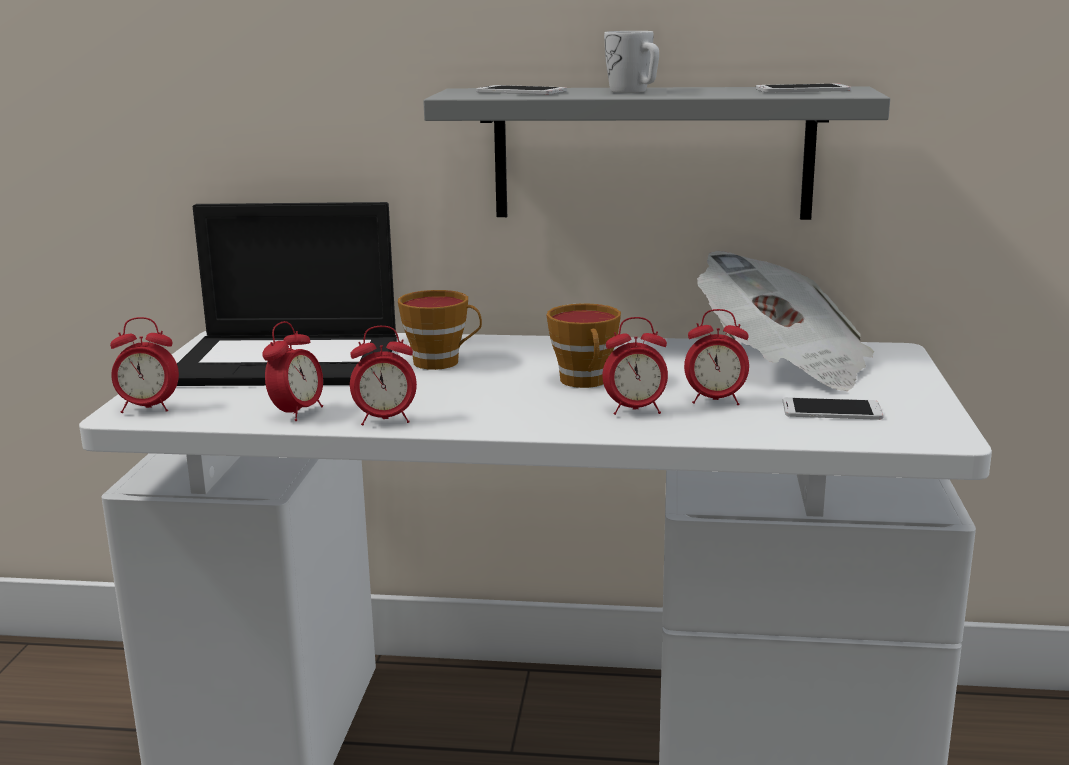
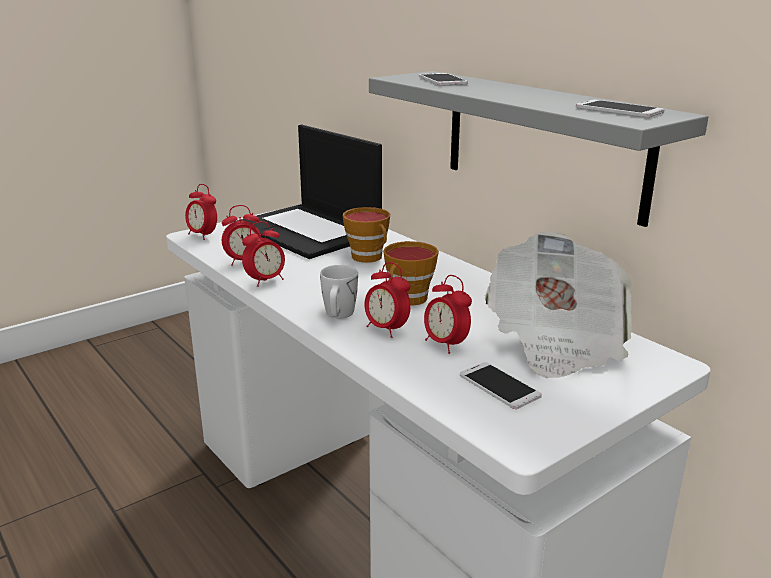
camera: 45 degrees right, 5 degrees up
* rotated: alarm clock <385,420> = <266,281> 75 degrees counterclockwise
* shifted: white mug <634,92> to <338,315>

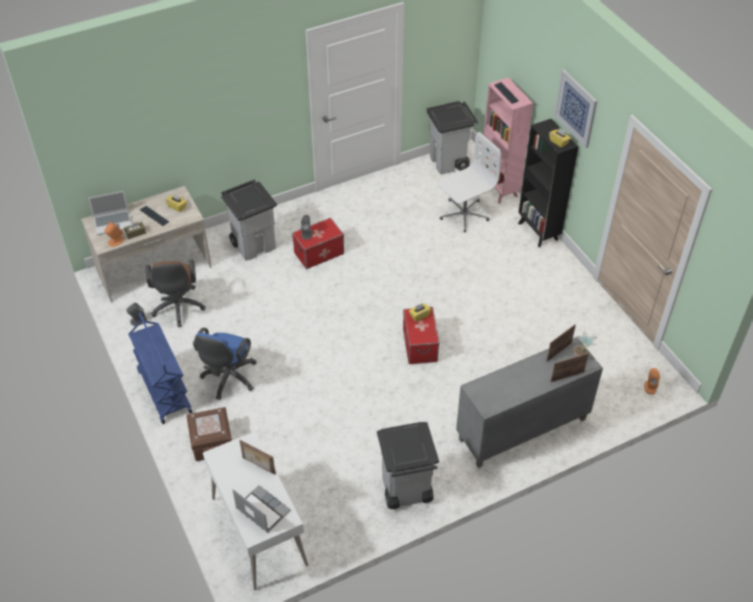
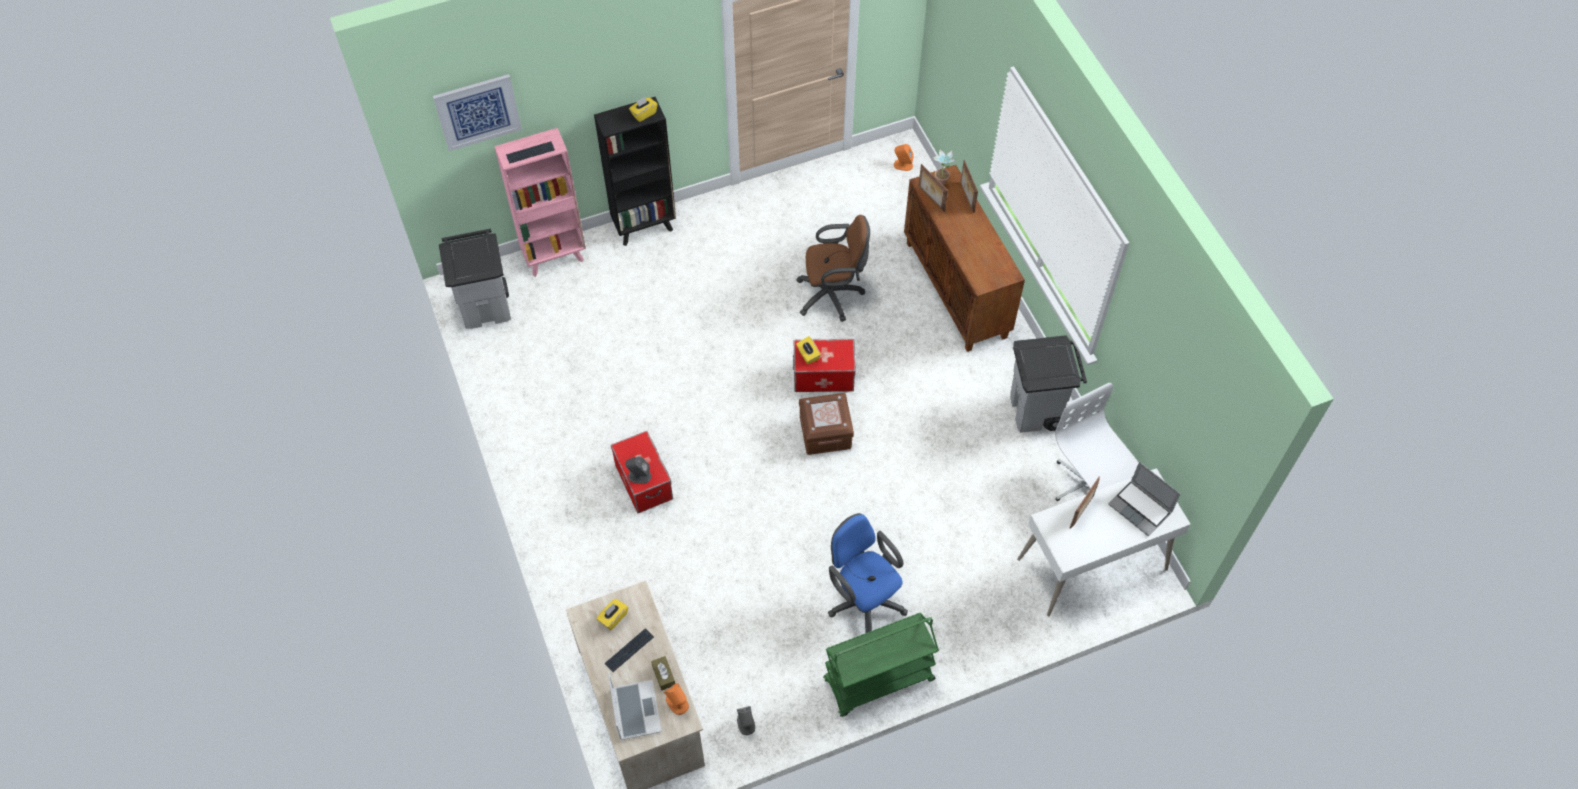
camera: 85 degrees left, 10 degrees up
* repainted: blue cart <164,391> to green cart <878,681>
* shifted: brown office chair <178,308> to <833,295>
* shifted: brown storage box <212,442> to <825,432>
* rotated: blue office chair <228,379> = <863,600> 150 degrees counterclockwise
* gone: grey trash can <254,244>
* rotated: laptop <262,510> = <1141,508> 90 degrees counterclockwise
* shifted: white office chair <463,214> to <1086,485>
* repainted: grey cabinet <522,430> to brown cabinet <957,290>
* shifted: picture <576,108> to <478,111>

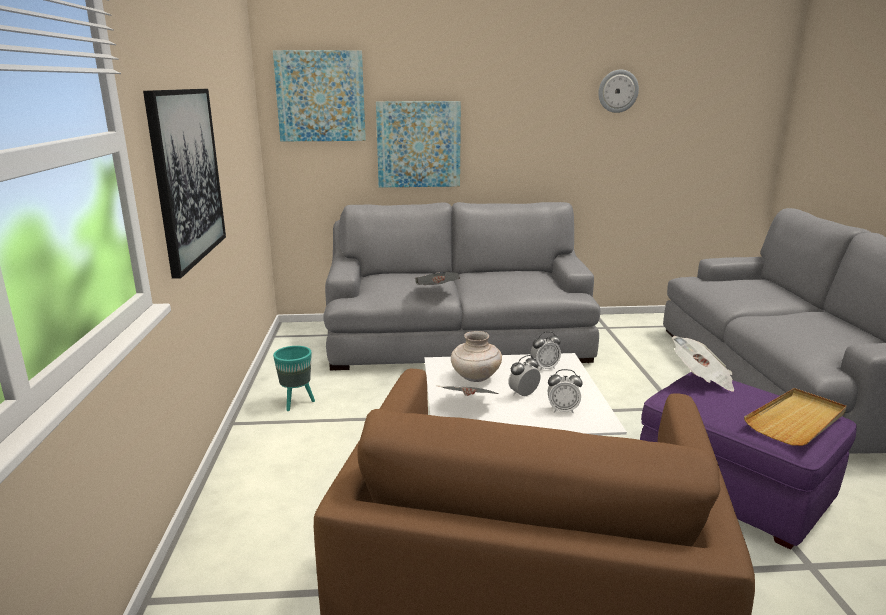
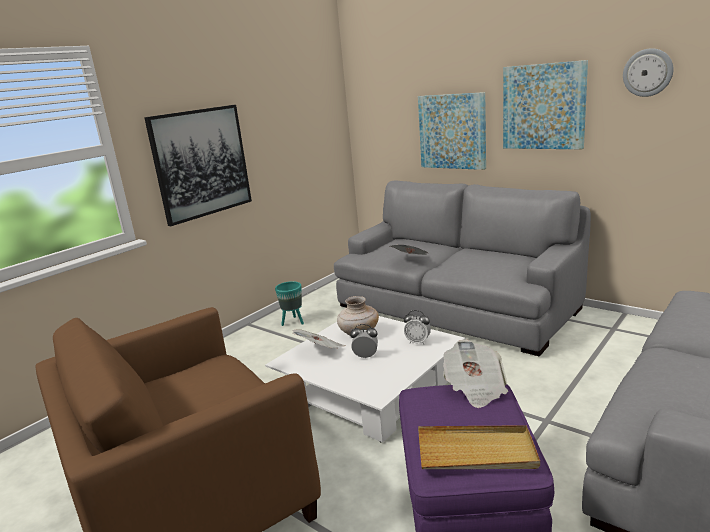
camera: 45 degrees right, 0 degrees up
* shifted: picture <320,96> to <543,106>
* gone: alarm clock <562,410>

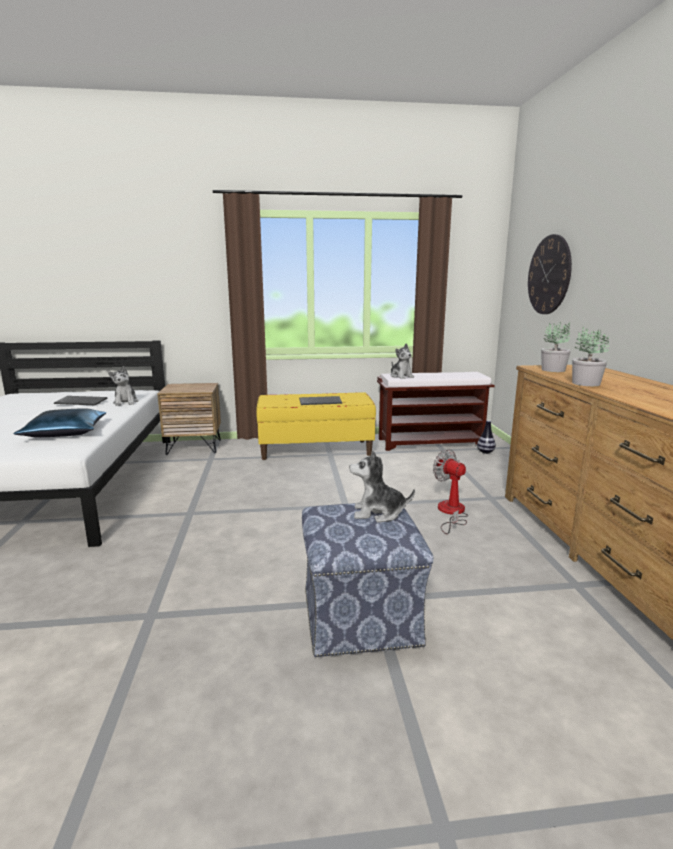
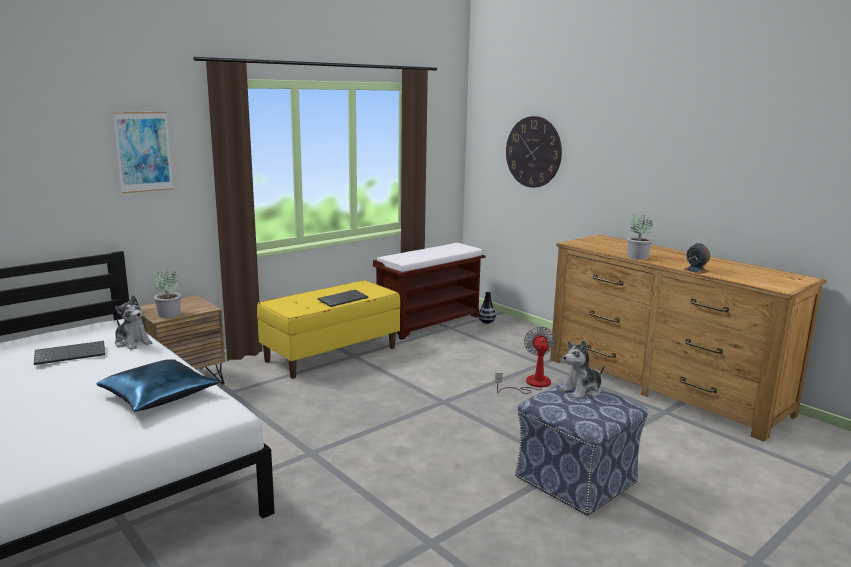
camera: 35 degrees left, 0 degrees up
* gone: plush toy <401,376>
* rotated: fan <451,513> = <531,384> 75 degrees clockwise
* shifted: potted plant <553,370> to <169,314>
* new: picture <143,152>
* new: alarm clock <696,270>

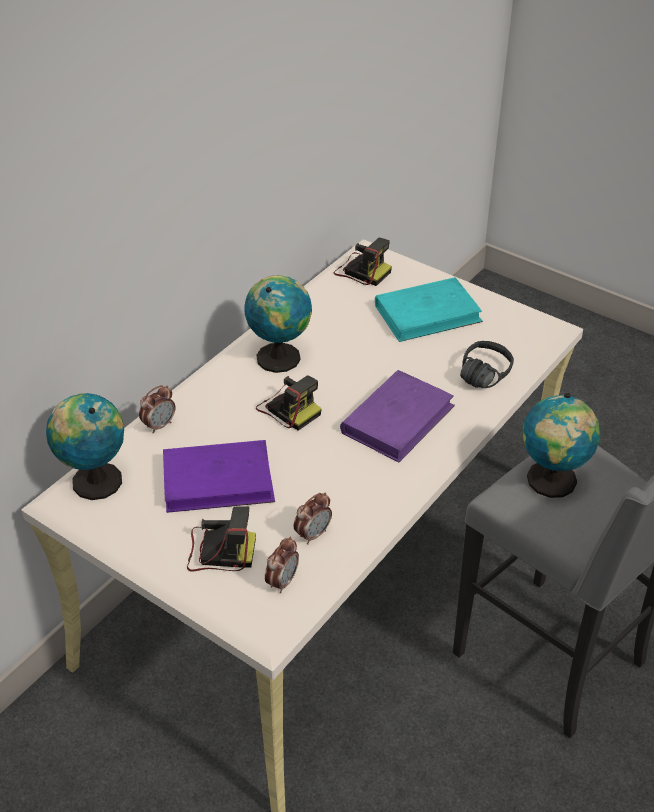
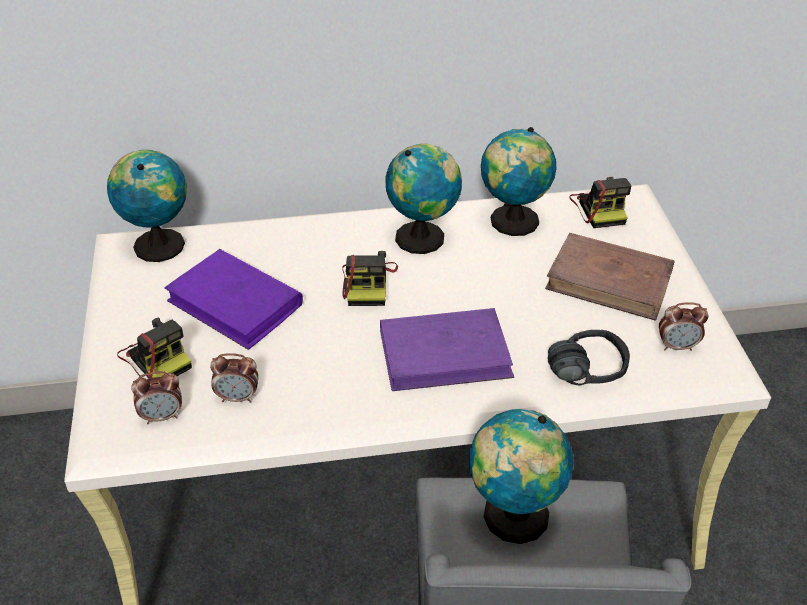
camera: 45 degrees right, 0 degrees up
* shifted: alarm clock <159,425> to <677,346>
* repainted: turquoise book <428,314> to brown book <610,281>
* new: globe <512,223>

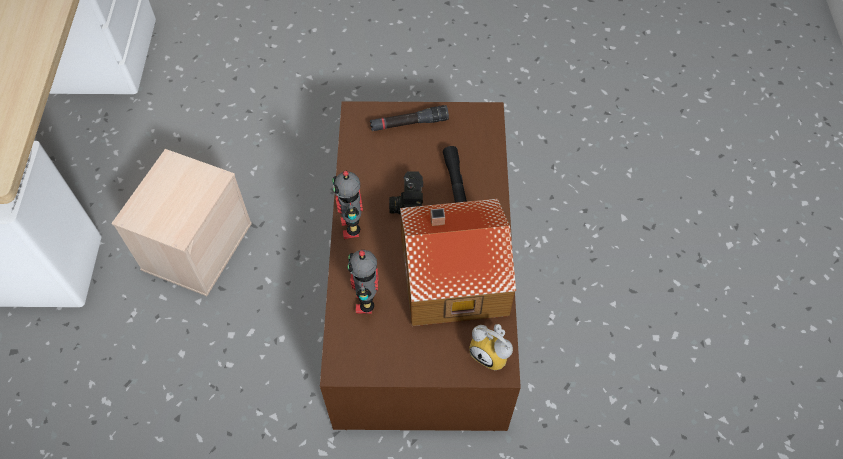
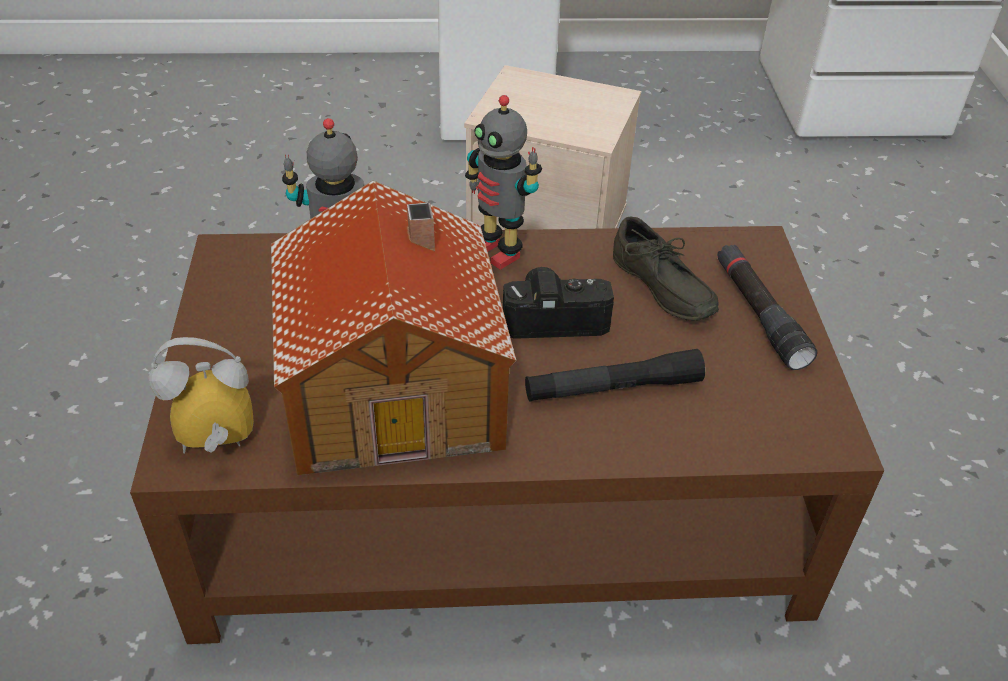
camera: 85 degrees right, 15 degrees down
* rotated: toy robot <352,227> = <498,251> 120 degrees counterclockwise
* rotated: alarm clock <492,353> = <214,446> 45 degrees clockwise
* new: grey shoe <658,289>

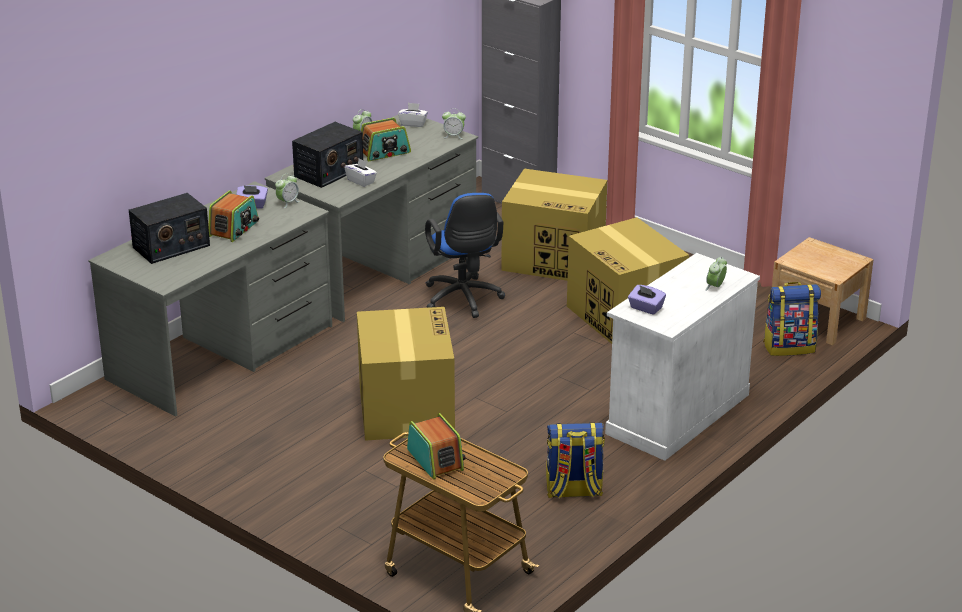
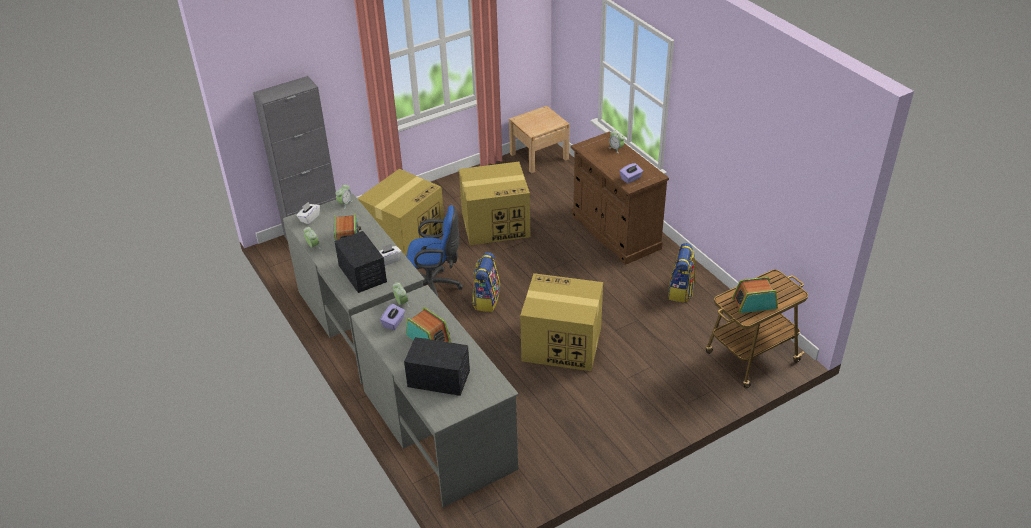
camera: 70 degrees left, 10 degrees up
* rotated: radio <171,246> = <439,378> 60 degrees counterclockwise
* repainted: white cabinet <677,414> to brown cabinet <615,232>
* shifted: backpack <789,347> to <486,300>

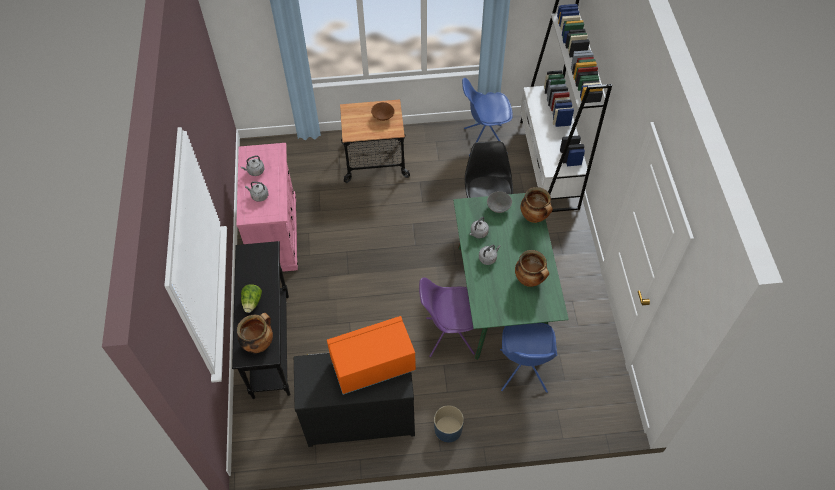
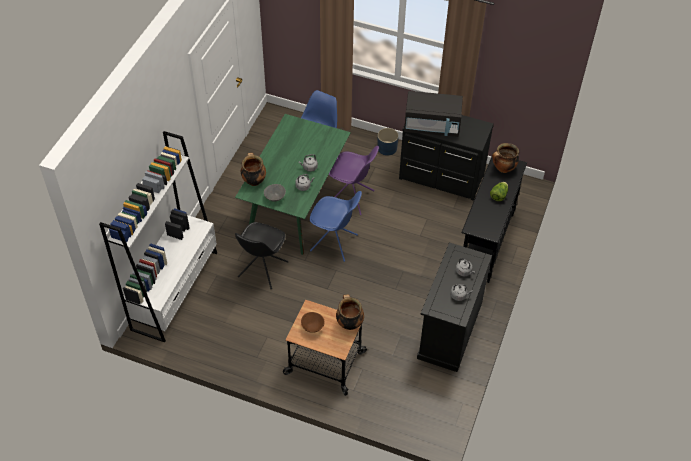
camera: 155 degrees left, 5 degrees down
* repainted: pink cabinet <275,234> to black cabinet <449,330>
* repainted: orange microwave <372,365> to black microwave <432,126>
* shifted: blue chair <484,140> to <335,243>
* shifted: cooking pot <530,280> to <349,323>

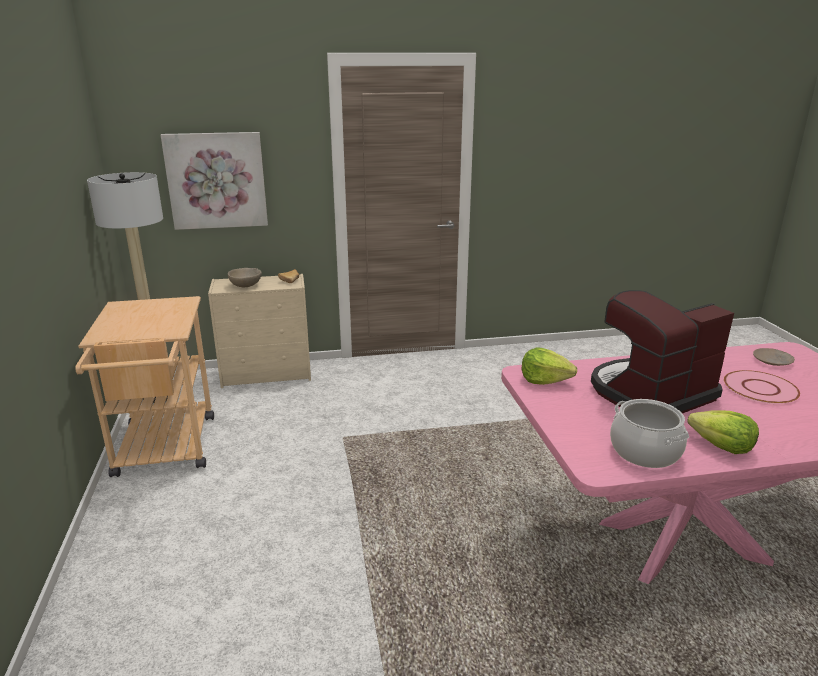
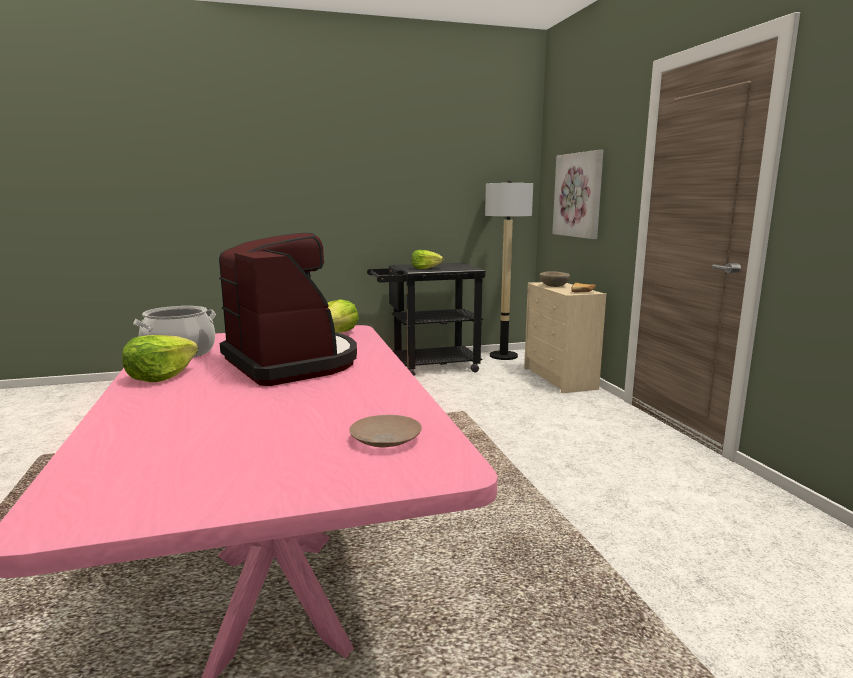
camera: 85 degrees right, 10 degrees down
* repainted: beige cart <164,452> to black cart <427,367>
* gone: pink plate <760,389>
* new: lettuce <425,268>

